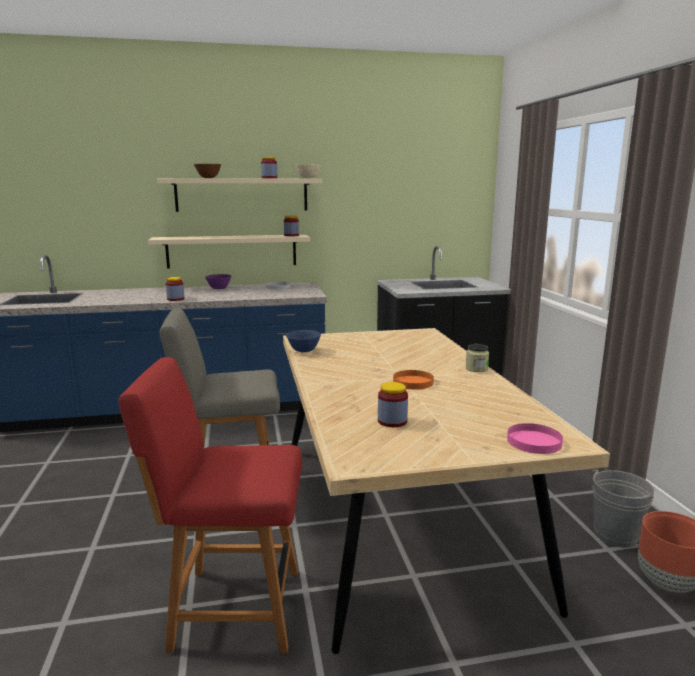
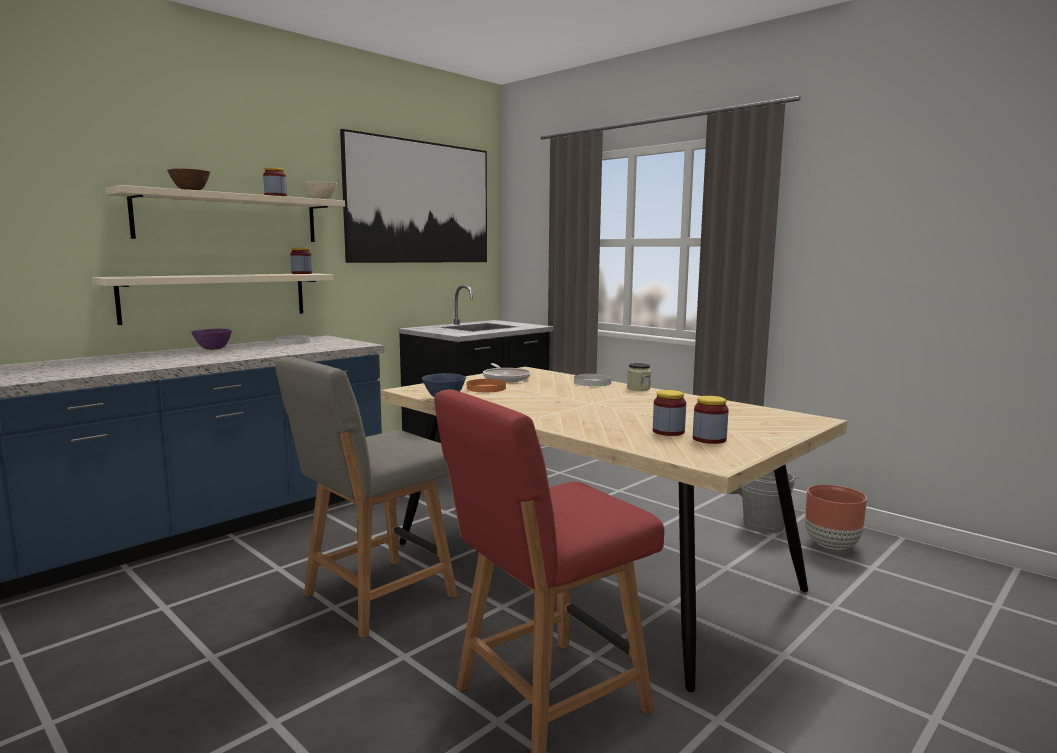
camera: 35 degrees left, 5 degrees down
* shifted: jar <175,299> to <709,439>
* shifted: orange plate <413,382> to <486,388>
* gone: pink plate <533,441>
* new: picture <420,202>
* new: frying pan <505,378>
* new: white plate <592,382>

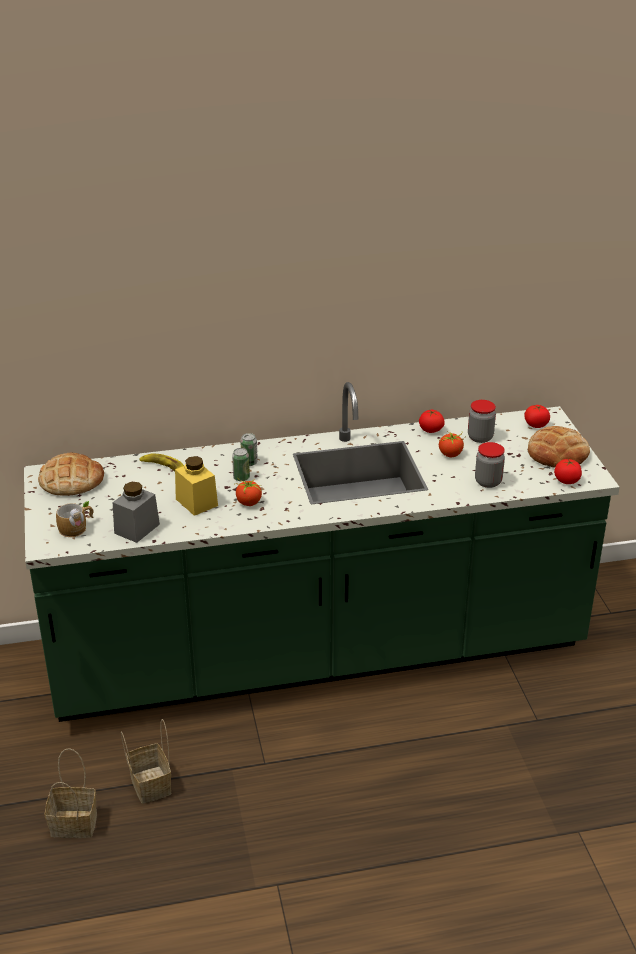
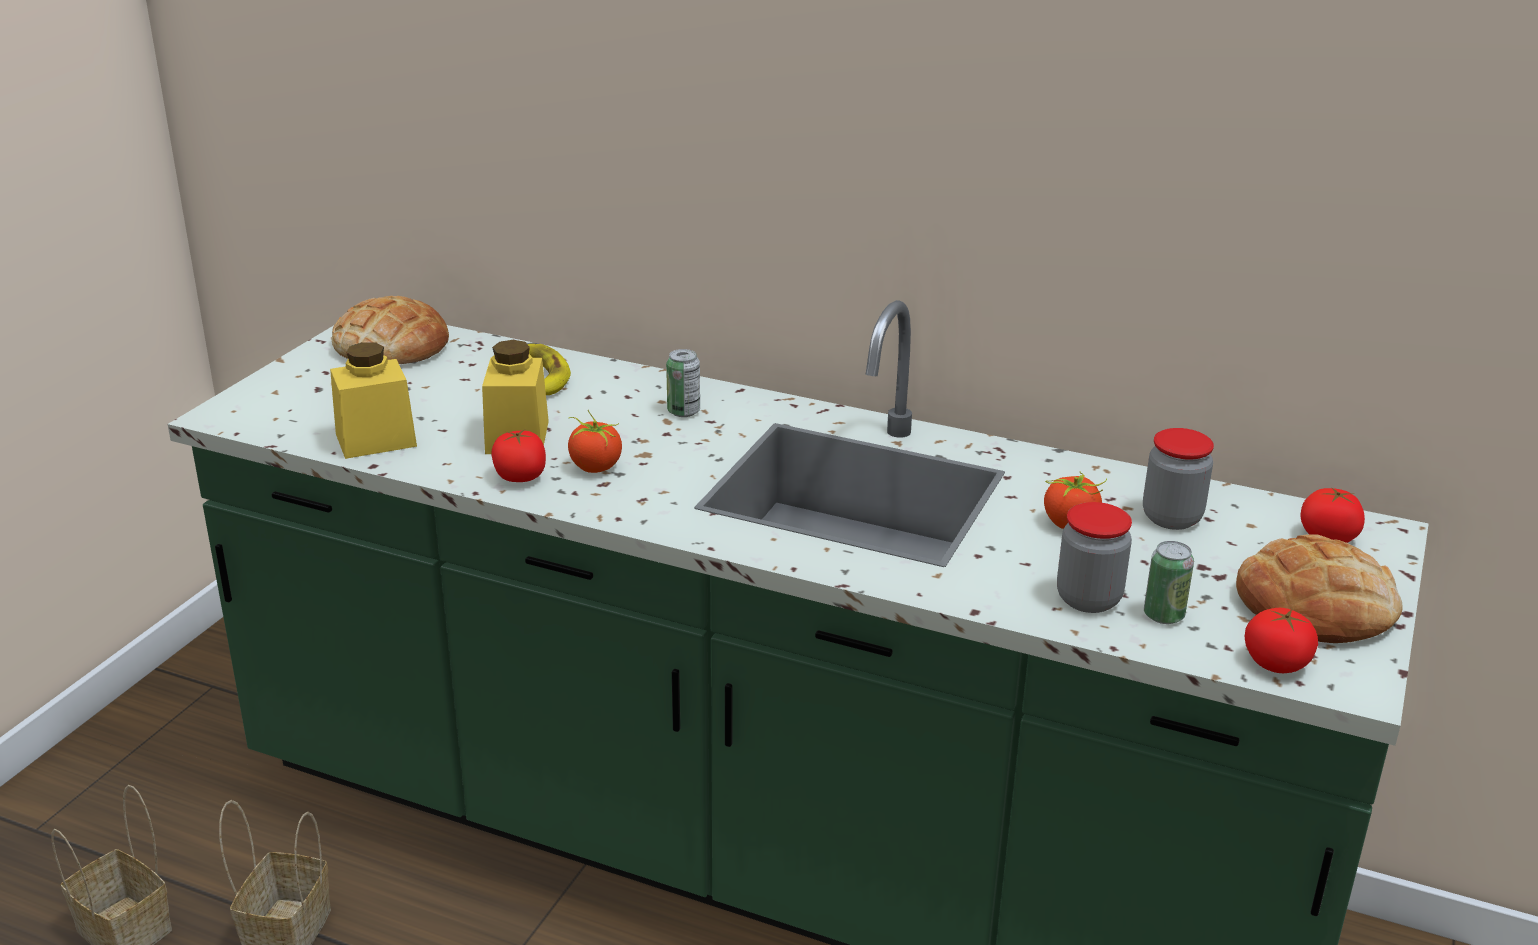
camera: 35 degrees right, 5 degrees down
* gone: mug <77,528>
* repainted: grey jar <137,529> to yellow jar <376,440>
* shifted: can <241,478> to <1163,615>
* shifted: tomato <431,430> to <520,477>

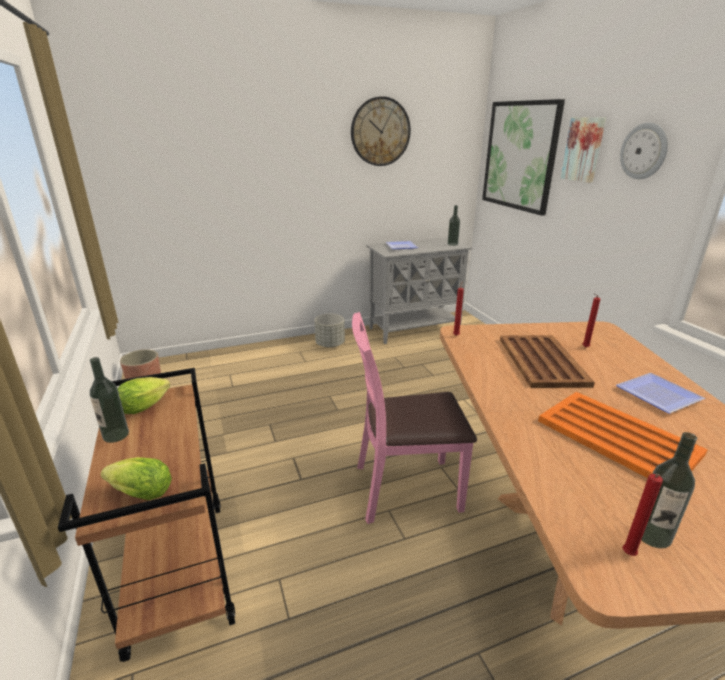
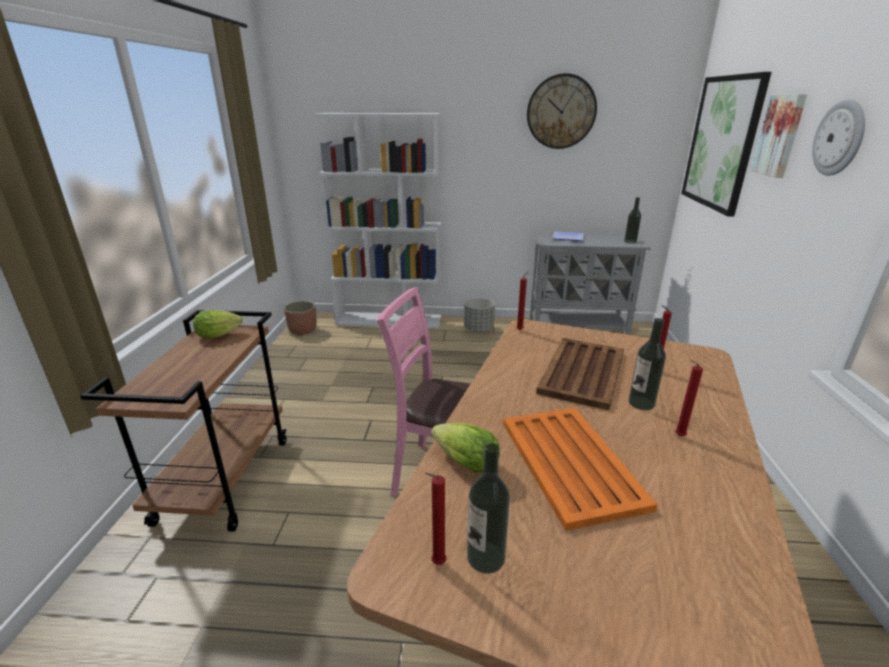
camera: 25 degrees right, 0 degrees up
* shifted: bottle <116,435> to <641,403>
* shifted: lettuce <138,493> to <462,461>
* swapped: plate <654,394> to red candle <678,436>
* new: white bookcase <390,320>

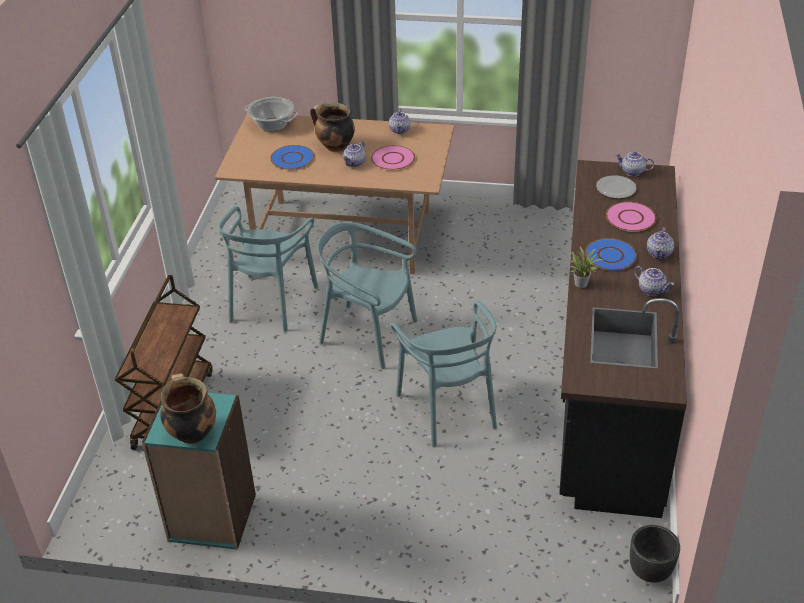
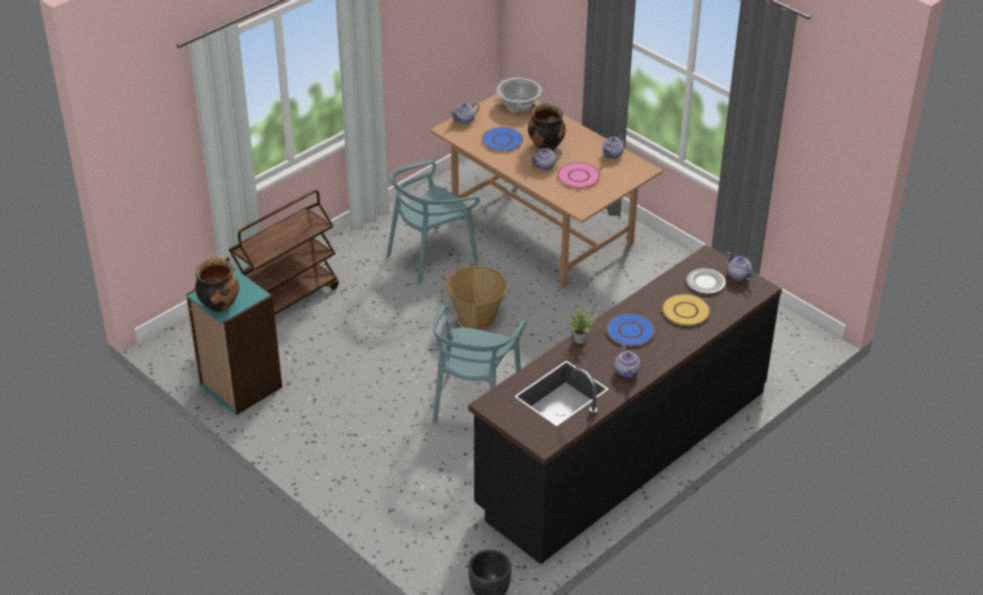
camera: 35 degrees right, 0 degrees up
* swapped: turquoise chair <368,334> to basket <476,317>
* repainted: pink plate <630,218> to yellow plate <685,311>
* shifted: teapot <659,253> to <465,120>

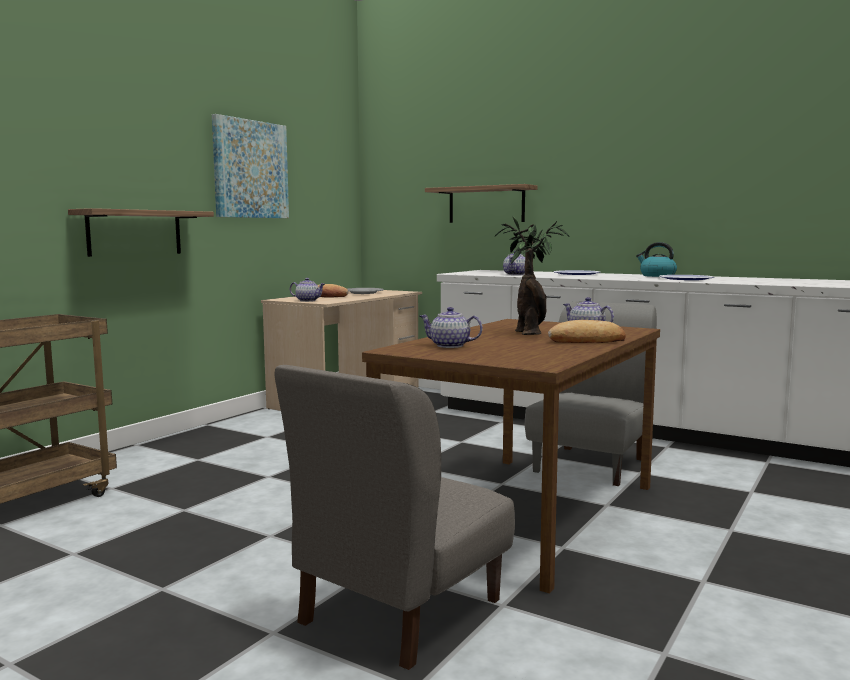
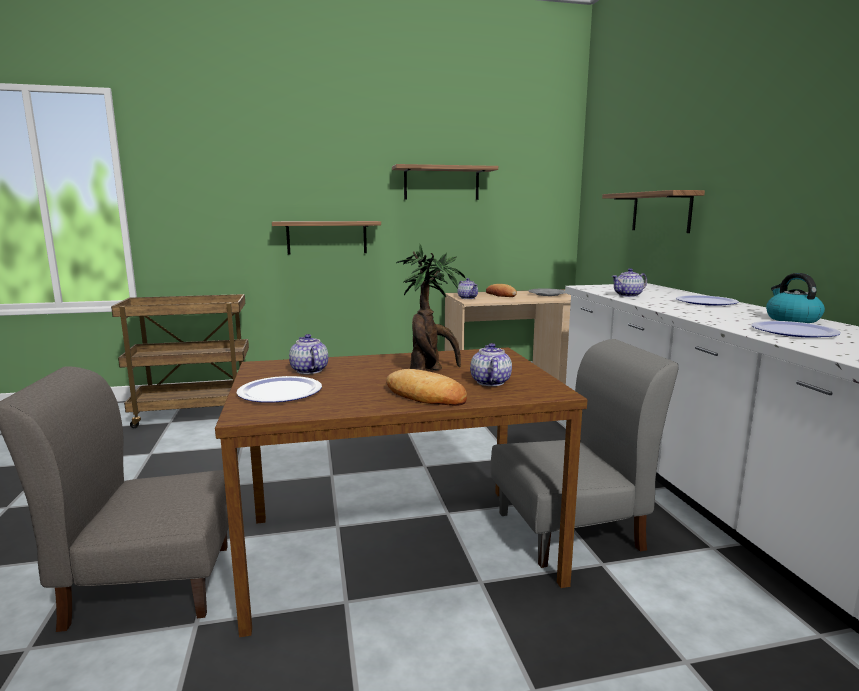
camera: 45 degrees right, 5 degrees up
* swapped: picture <250,169> to shelf <441,183>
* new: plate <279,392>

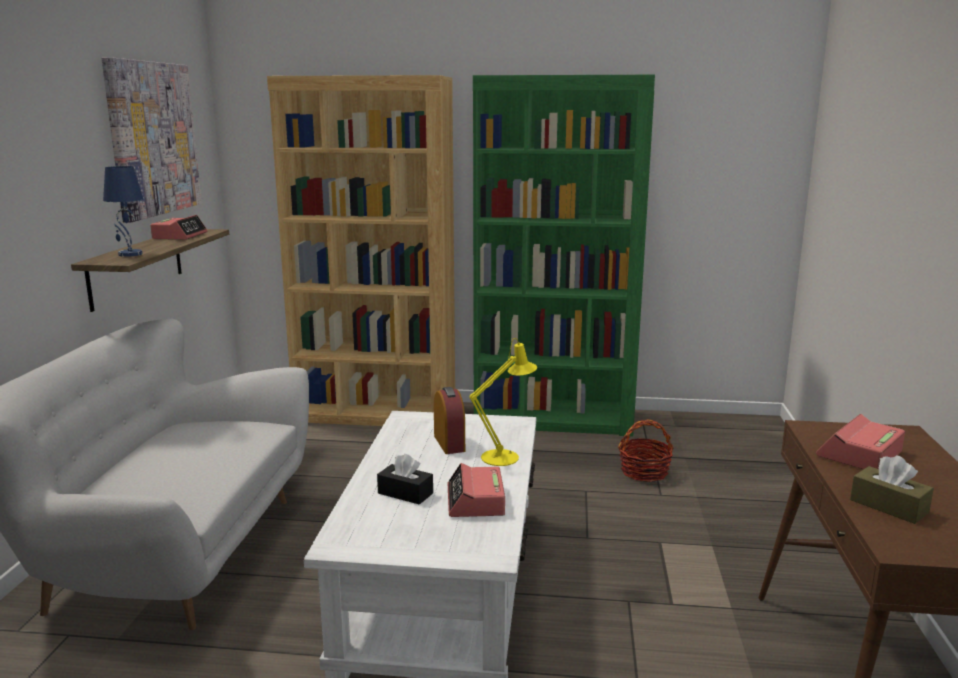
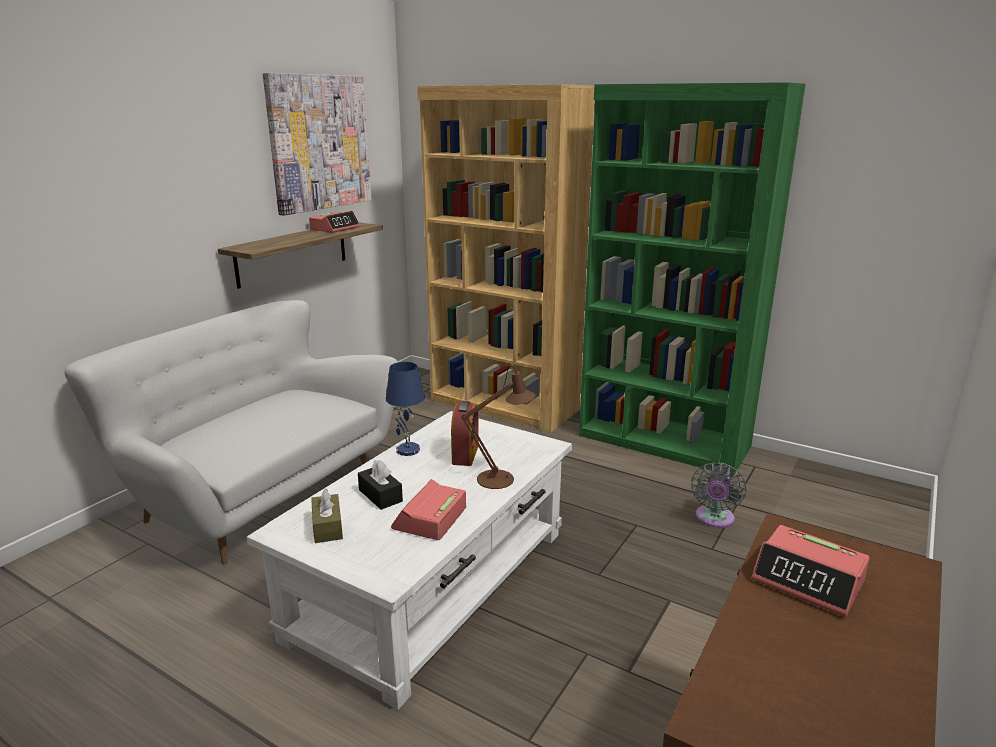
camera: 25 degrees right, 5 degrees up
* shifted: blue table lamp <129,254> to <407,450>
* repainted: yellow table lamp <505,456> to brown table lamp <501,479>
* swapped: basket <644,472> to grey fan <714,519>
* rotated: alarm clock <859,454> = <808,580> 120 degrees counterclockwise
* shifted: brown tissue box <888,506> to <327,527>

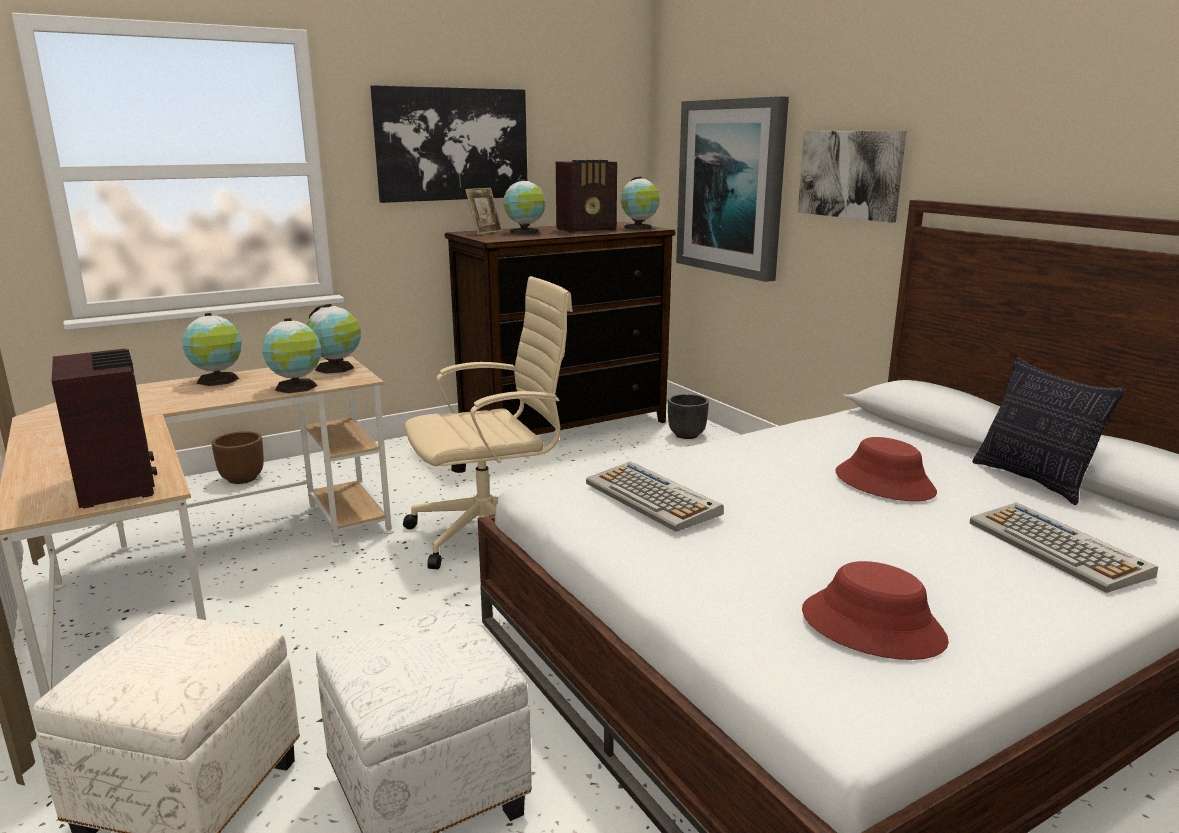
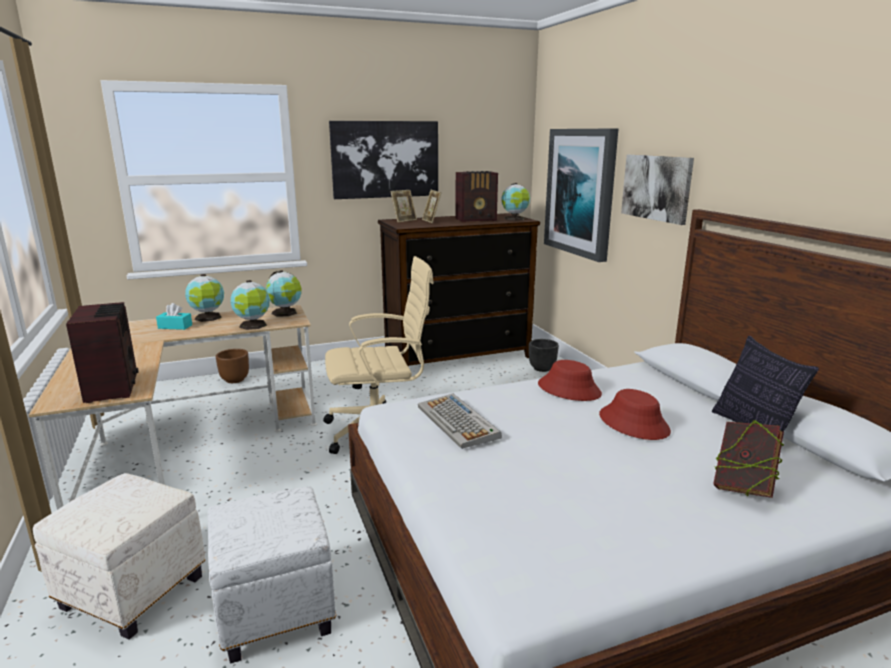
camera: 10 degrees right, 0 degrees up
* swapped: globe <525,232> to picture frame <431,221>
* shifted: red hat <873,626> to <569,389>
* swapped: keyboard <1059,549> to book <742,487>
* new: turquoise tissue box <175,326>

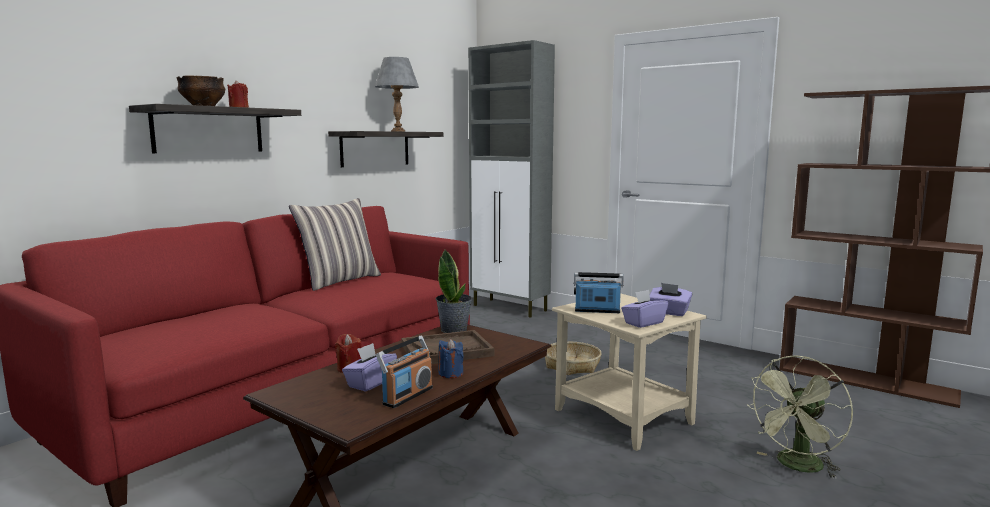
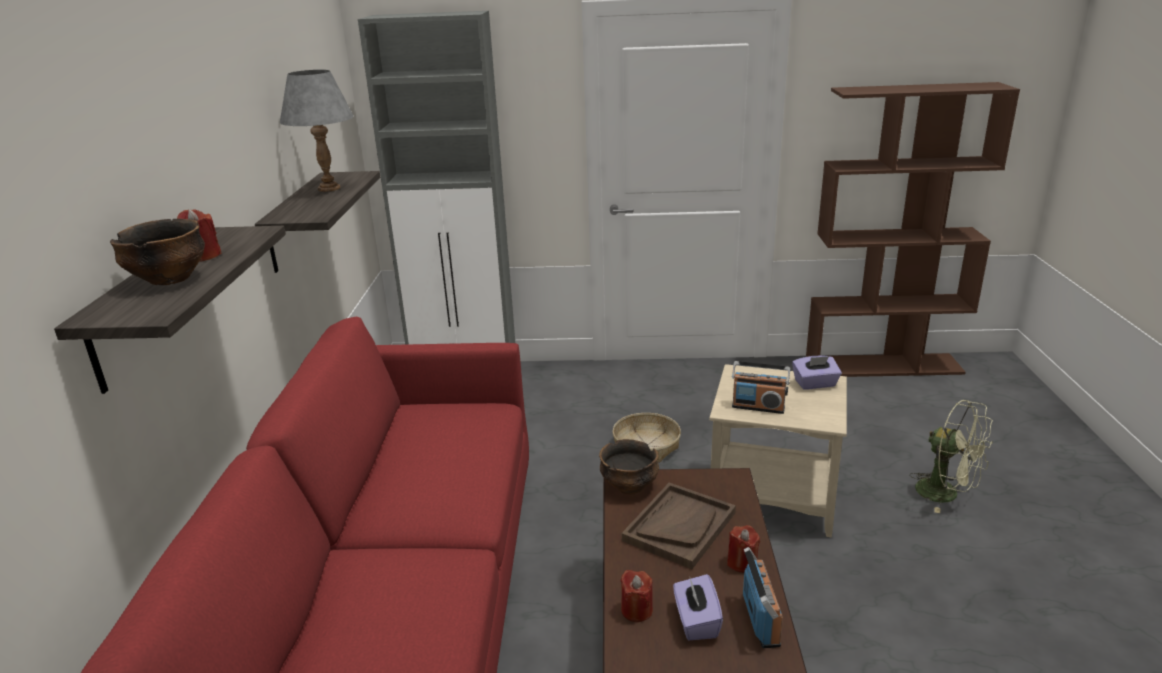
camera: 35 degrees left, 15 degrees up
* gone: pillow <339,281>
* swapped: potted plant <454,329> to bowl <630,486>
* repainted: blue candle <450,373> to red candle <742,563>
* rotated: radio <597,311> = <758,407> 135 degrees counterclockwise
* gone: purple tissue box <643,323>
* rotated: green fan <797,466> = <946,494> 60 degrees counterclockwise

